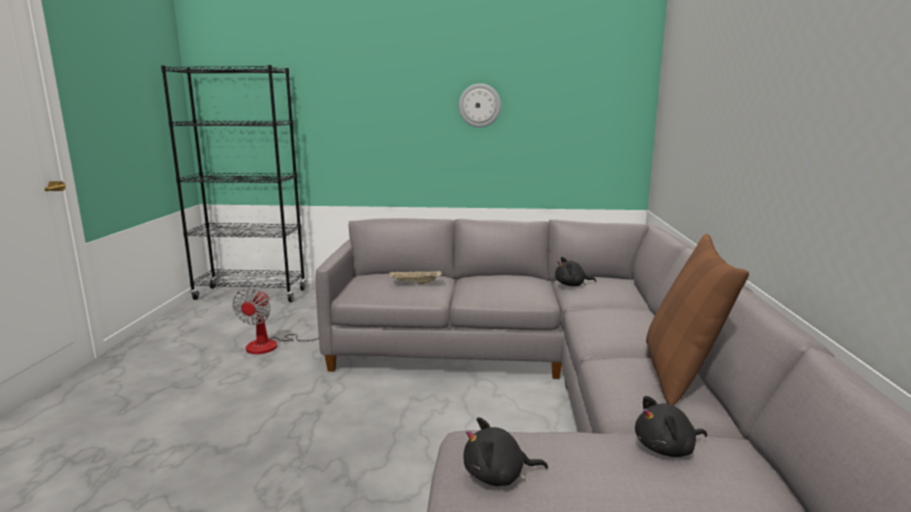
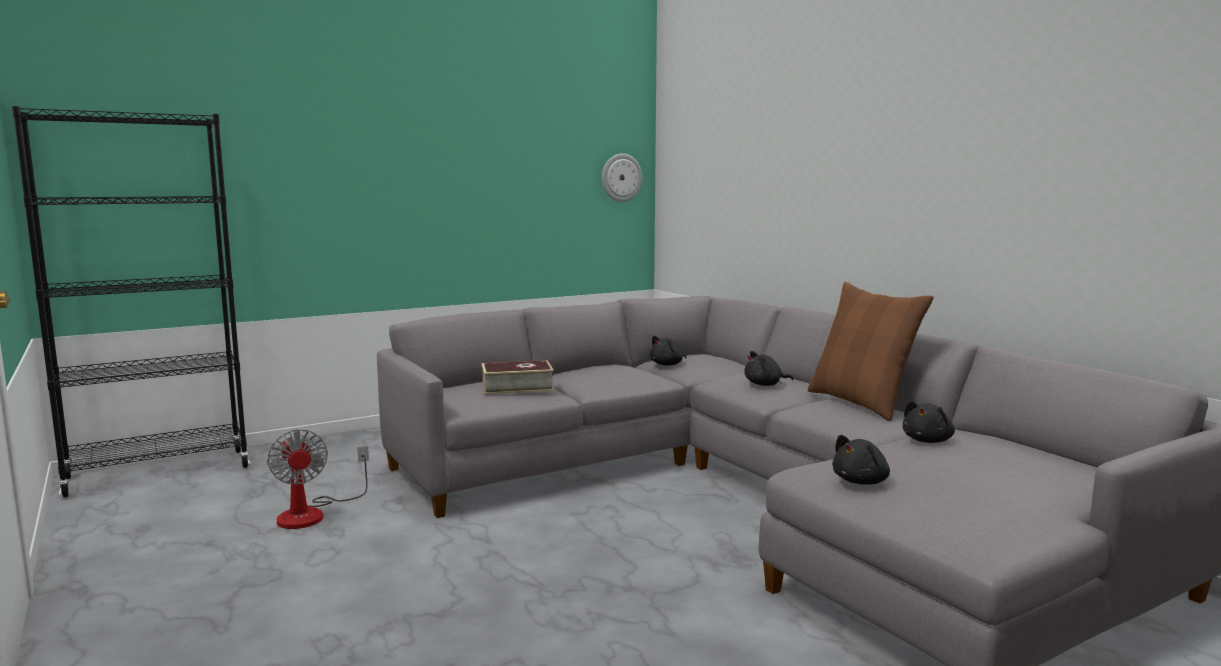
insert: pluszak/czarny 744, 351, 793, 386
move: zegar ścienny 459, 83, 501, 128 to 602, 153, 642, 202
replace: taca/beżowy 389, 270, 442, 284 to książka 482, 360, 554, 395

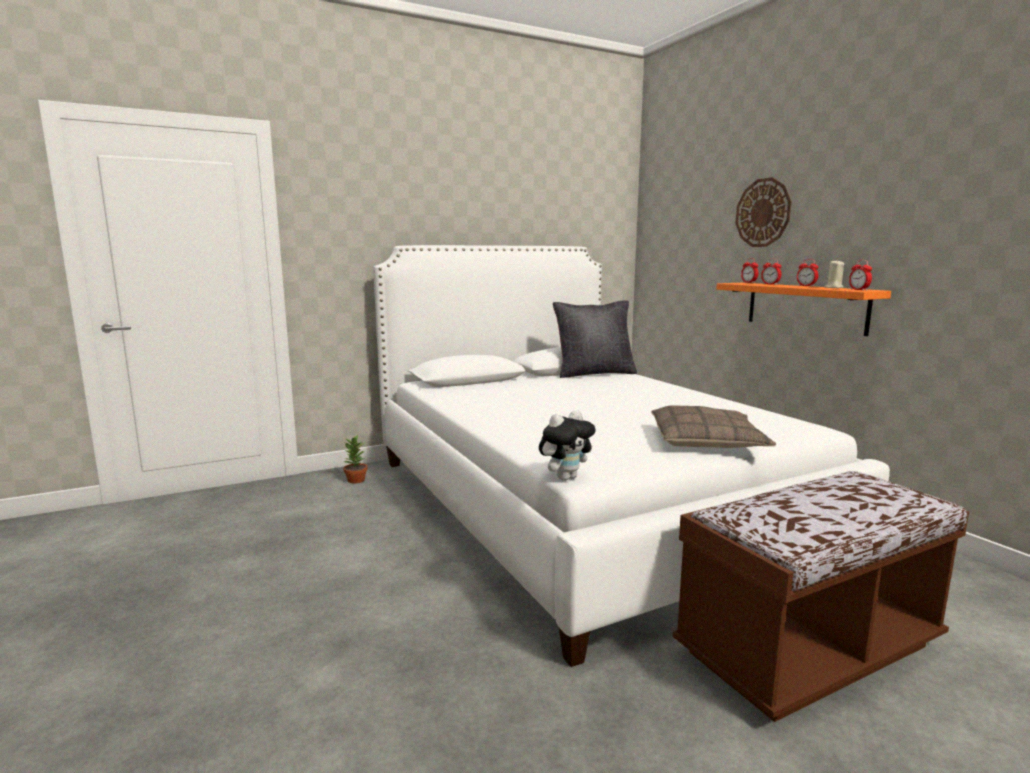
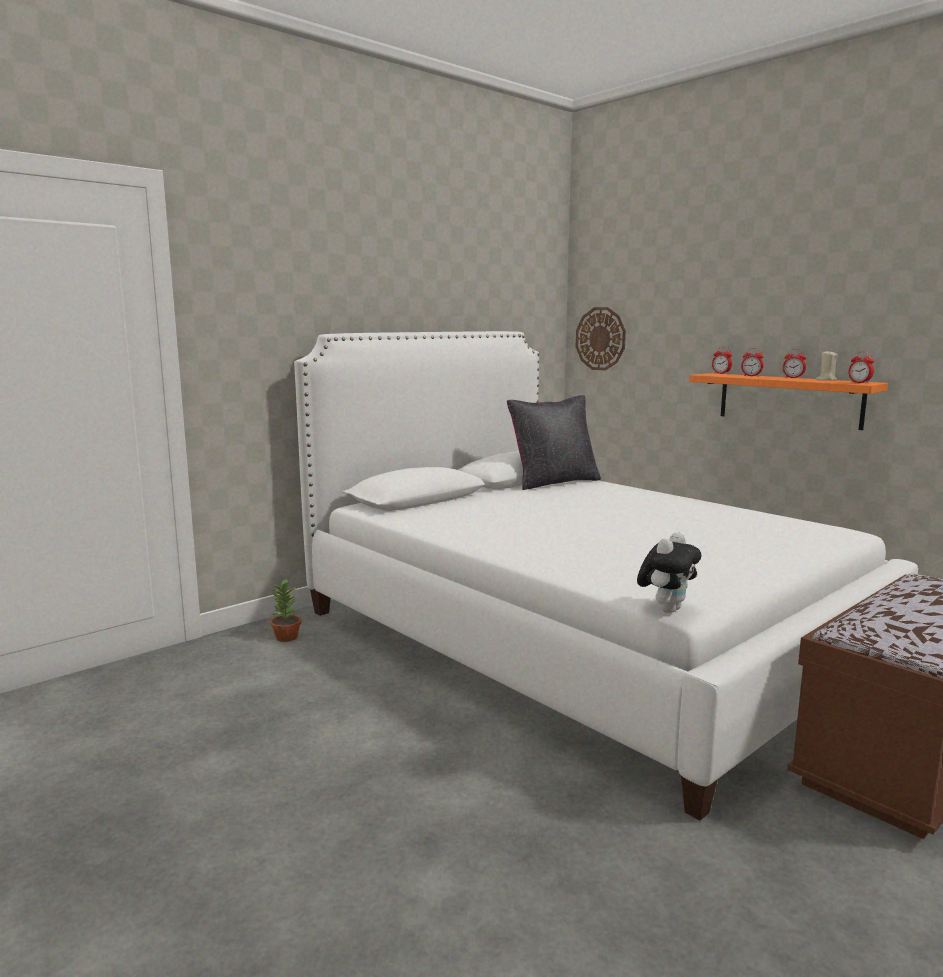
delete: poduszka 651, 405, 776, 448
move: zegar ścienny 735, 177, 792, 247 to 576, 307, 626, 371

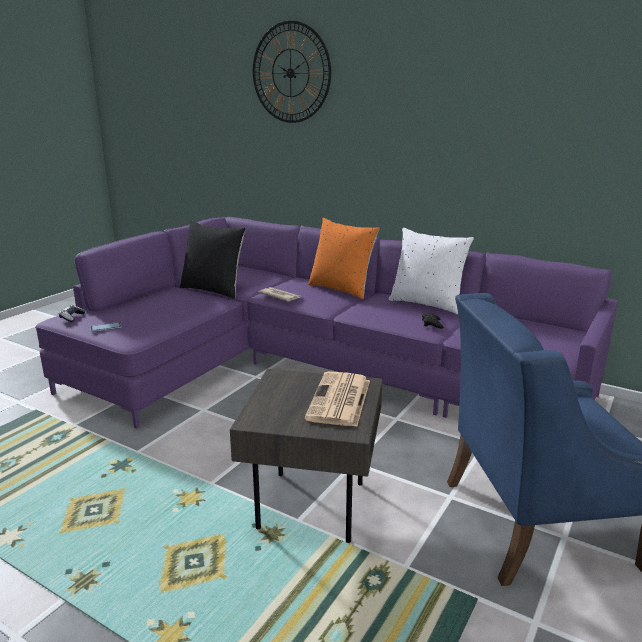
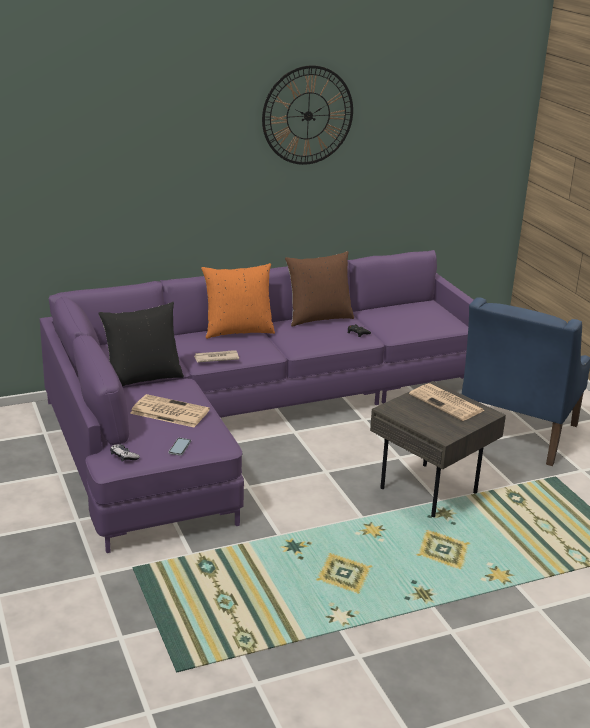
insert: gazeta 130, 394, 210, 427
move: zegar ścienny 253, 21, 331, 123 to 262, 65, 353, 165
recolor: poduszka/biały 388, 228, 474, 314 to poduszka/brązowy 285, 251, 354, 327

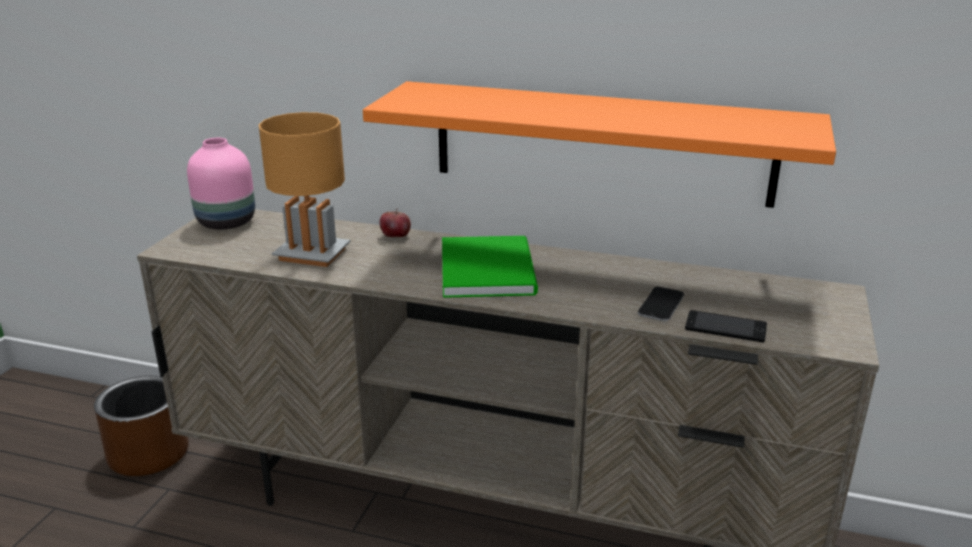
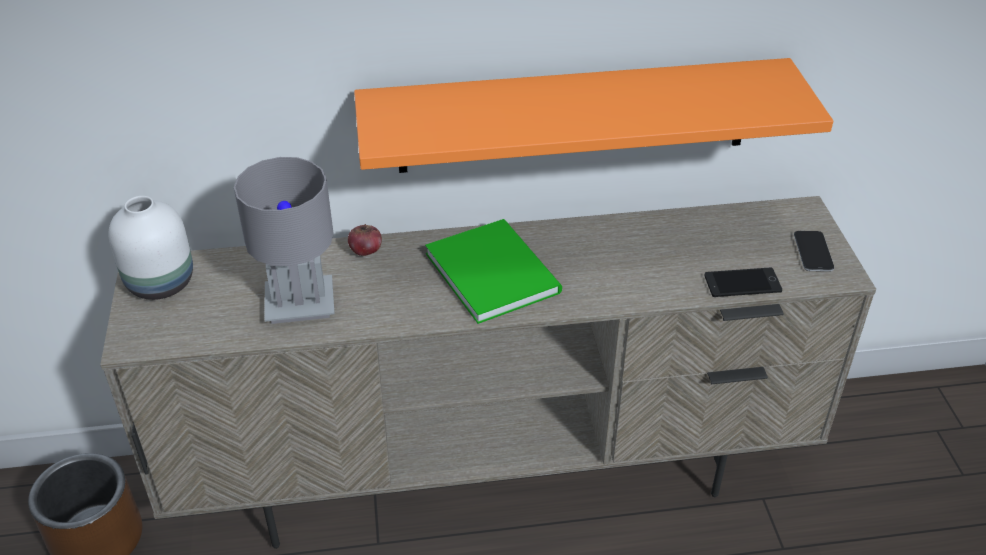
move: telefon 638, 287, 684, 321 to 794, 231, 834, 272
recolor: wazon/różowy 187, 138, 255, 229 to wazon/biały 108, 196, 193, 300; lampa stołowa/brązowy 259, 112, 351, 267 to lampa stołowa/szary 234, 157, 335, 324

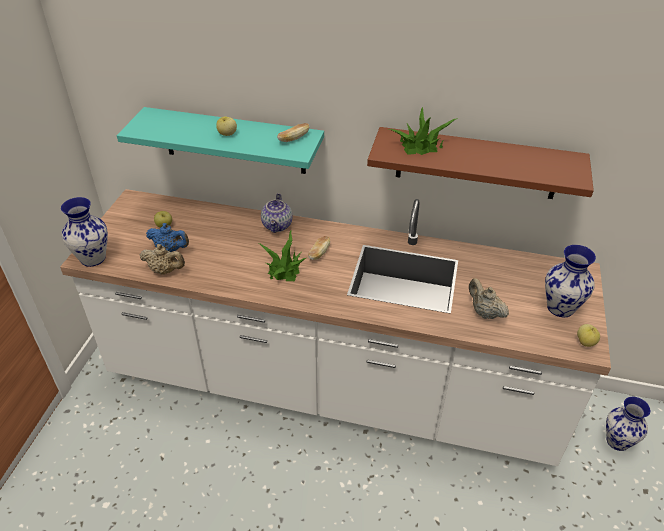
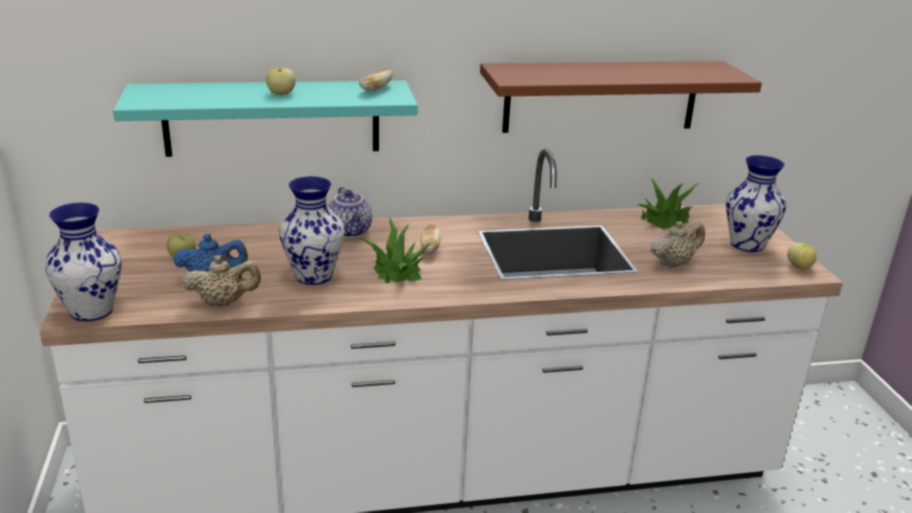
move: wazon 606, 397, 650, 451 to 279, 176, 345, 285; roślina doniczkowa 389, 107, 458, 155 to 638, 178, 698, 229
rotate: imbryk/beżowy 469, 278, 509, 319 = 651, 221, 705, 268 120 degrees clockwise

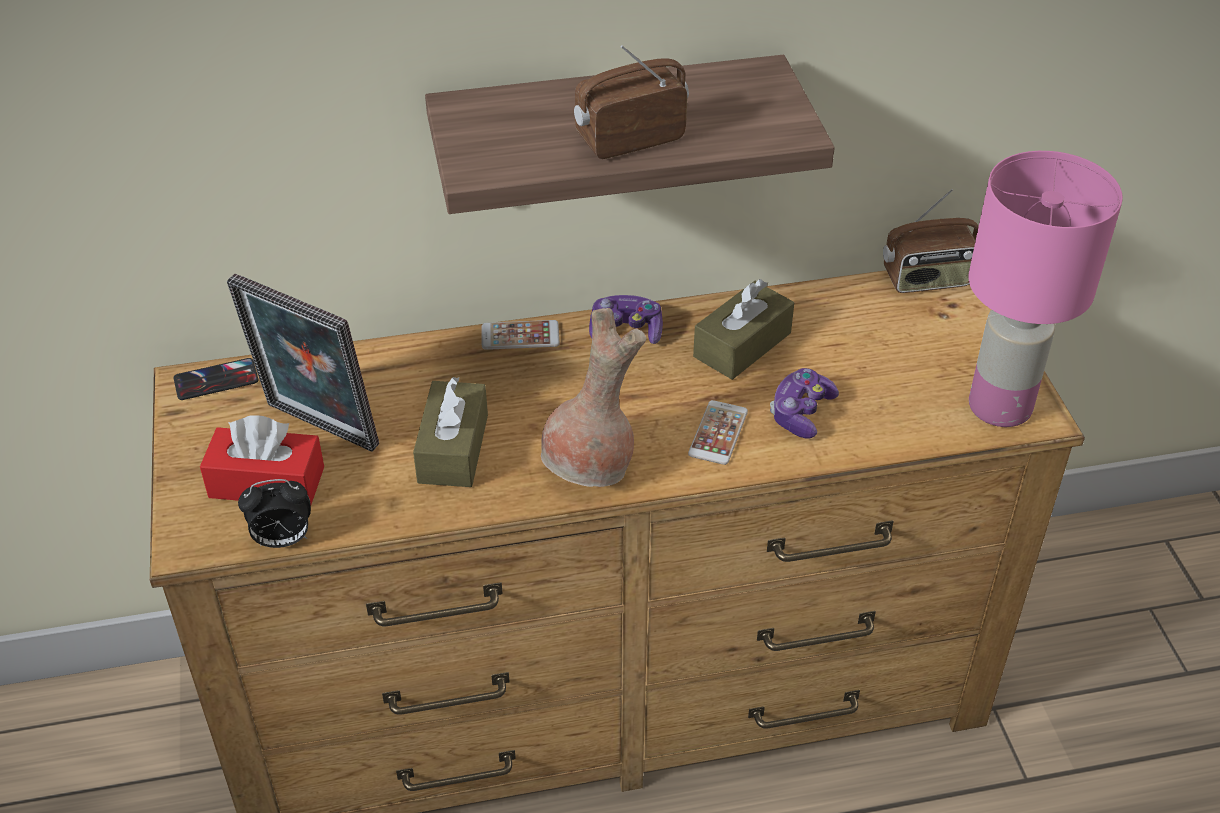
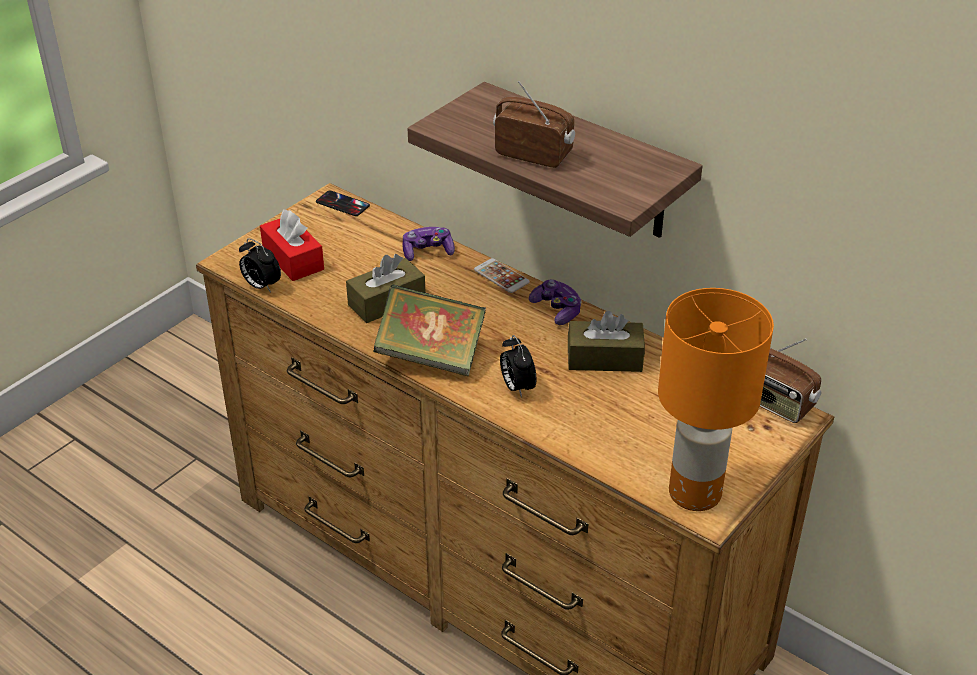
delete: ramka na zdjęcie 227, 273, 379, 452
move: pad do gier 770, 368, 839, 439 to 403, 227, 455, 261
replace: wazon/brązowy 541, 308, 646, 487 to książka 373, 285, 486, 376; telefon 688, 400, 748, 465 to budzik 500, 335, 536, 398
recolor: lampa stołowa/różowy 969, 151, 1123, 427 to lampa stołowa/pomarańczowy 658, 288, 774, 511

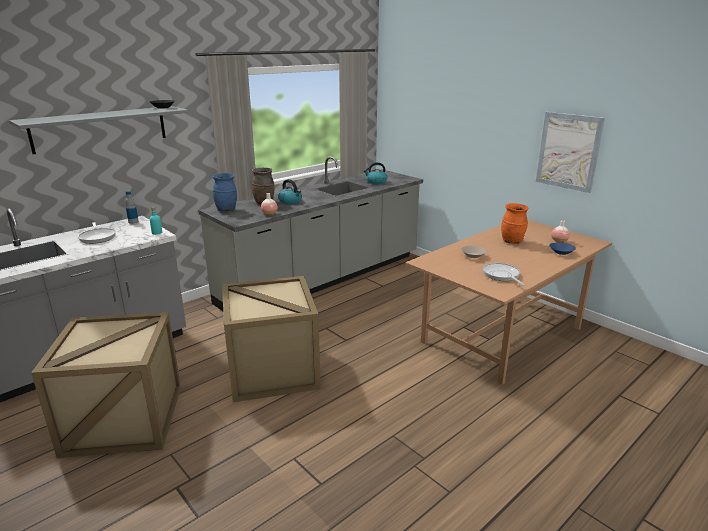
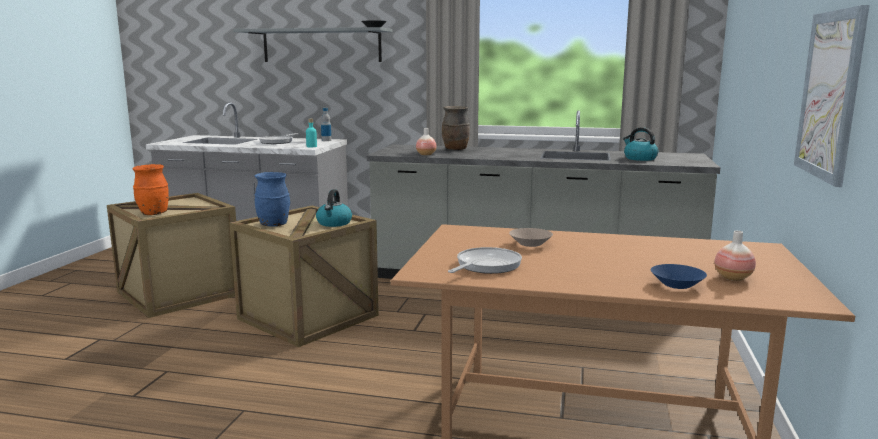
move: wazon/pomarańczowy 501, 203, 529, 244 to 133, 164, 169, 215; wazon/niebieski 212, 173, 237, 211 to 255, 172, 290, 227; czajnik 278, 179, 302, 204 to 316, 190, 352, 227

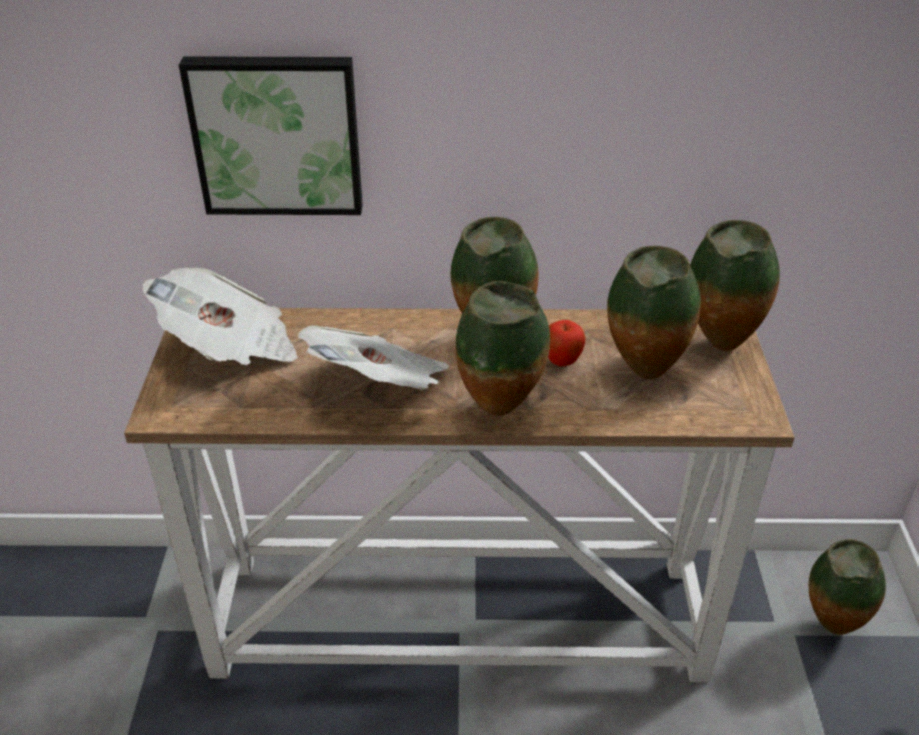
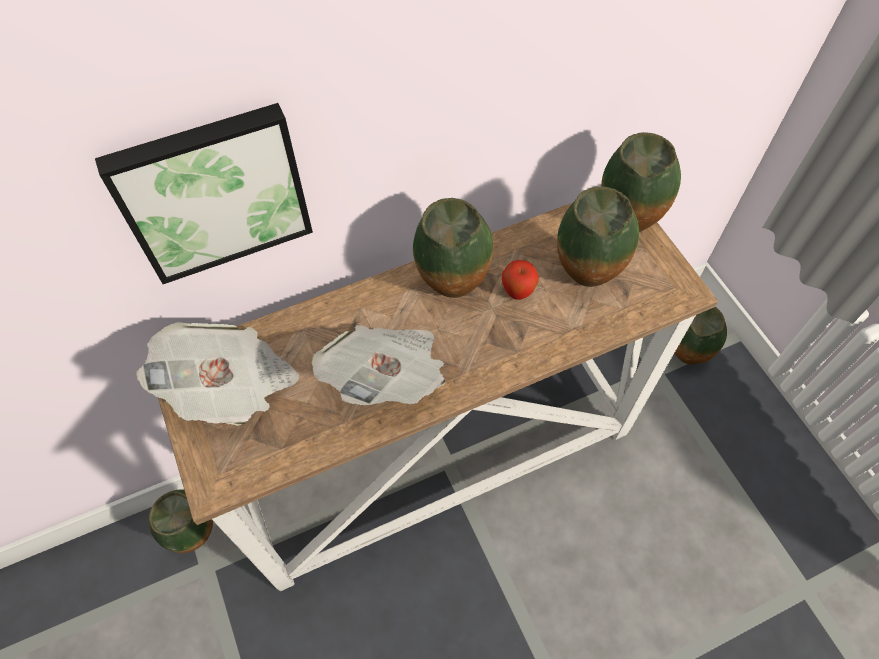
move: wazon 455, 281, 550, 416 to 149, 489, 213, 553

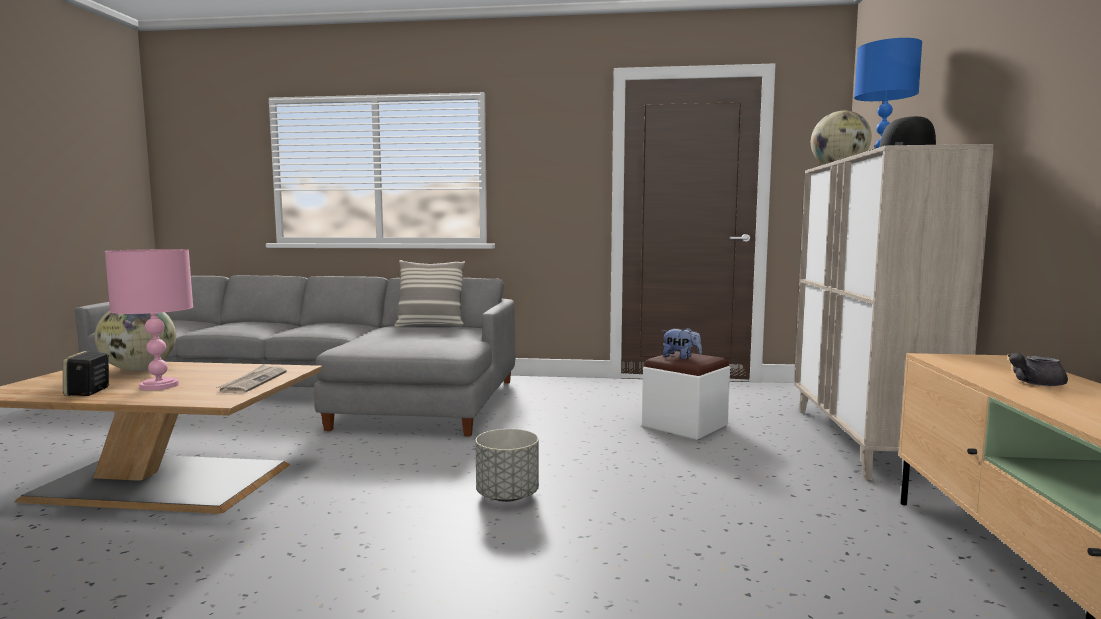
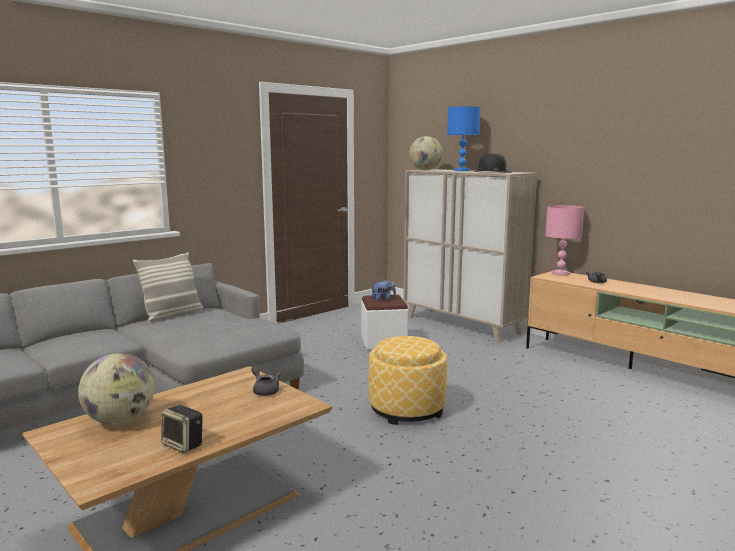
move: lampa stołowa/różowy 105, 249, 193, 390 to 545, 205, 584, 276
replace: gazeta 216, 364, 287, 393 to imbryk/szary 252, 366, 281, 396; donica/szary 475, 429, 539, 502 to pufa 369, 336, 447, 425

